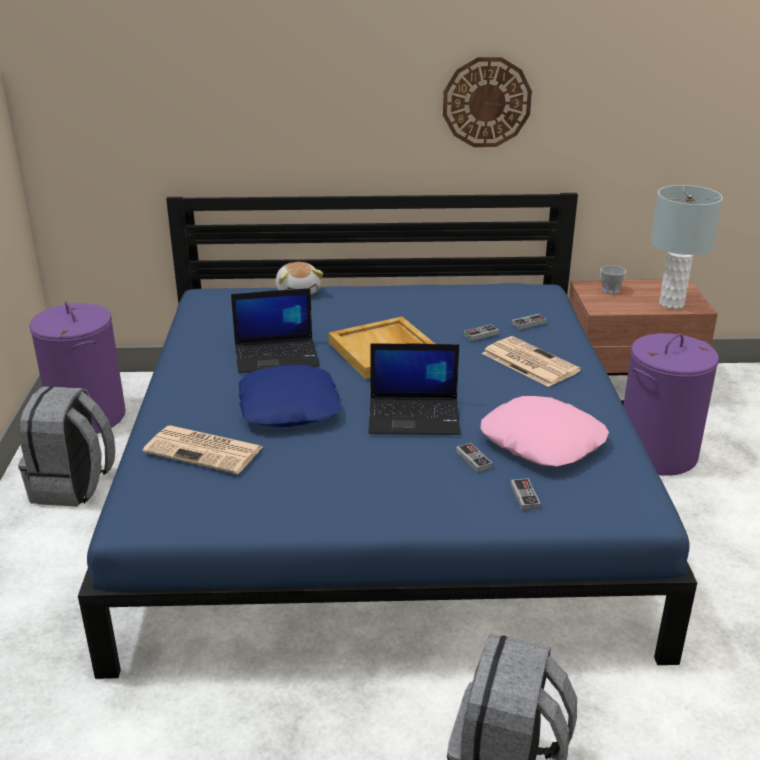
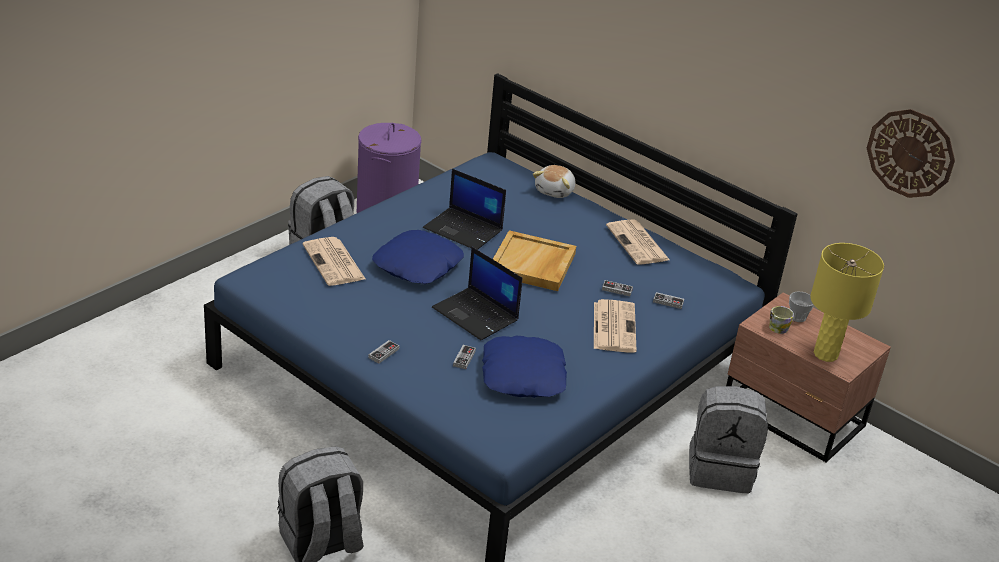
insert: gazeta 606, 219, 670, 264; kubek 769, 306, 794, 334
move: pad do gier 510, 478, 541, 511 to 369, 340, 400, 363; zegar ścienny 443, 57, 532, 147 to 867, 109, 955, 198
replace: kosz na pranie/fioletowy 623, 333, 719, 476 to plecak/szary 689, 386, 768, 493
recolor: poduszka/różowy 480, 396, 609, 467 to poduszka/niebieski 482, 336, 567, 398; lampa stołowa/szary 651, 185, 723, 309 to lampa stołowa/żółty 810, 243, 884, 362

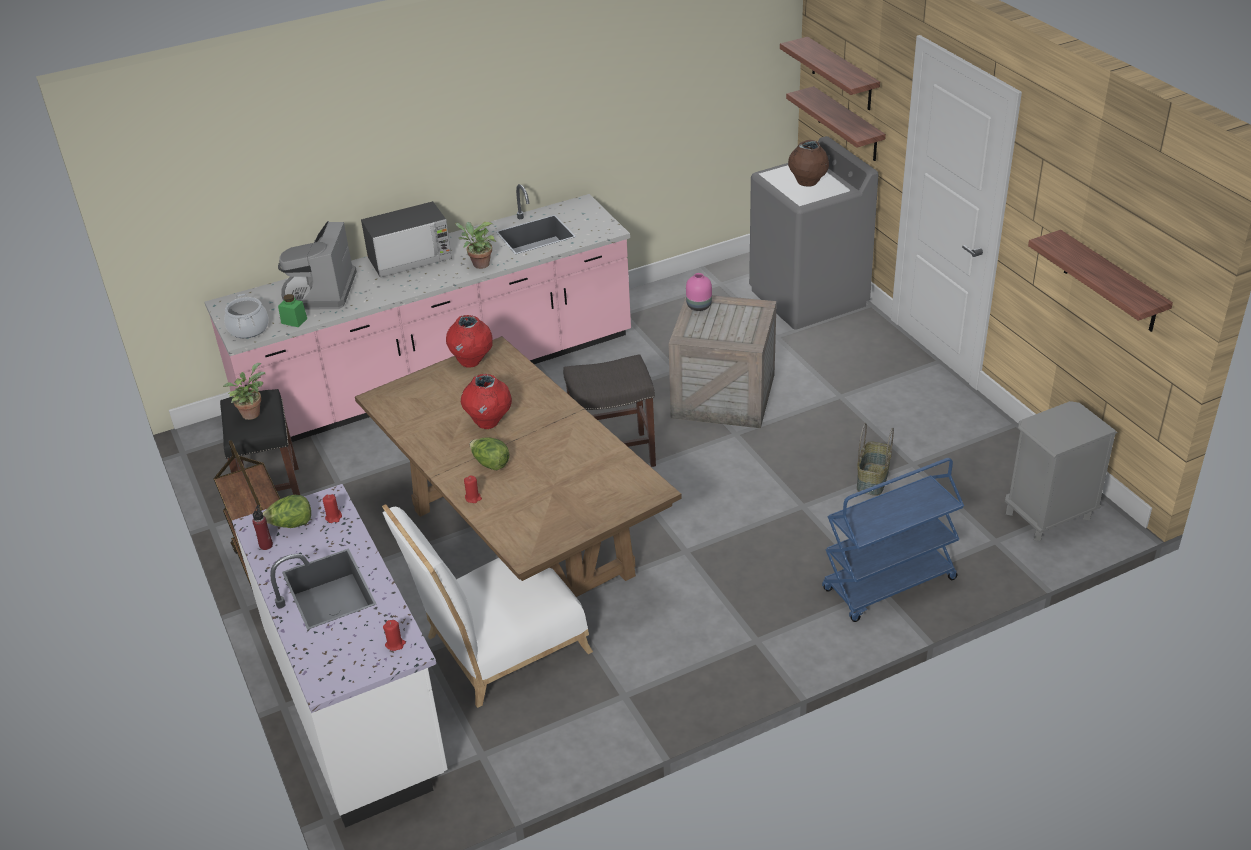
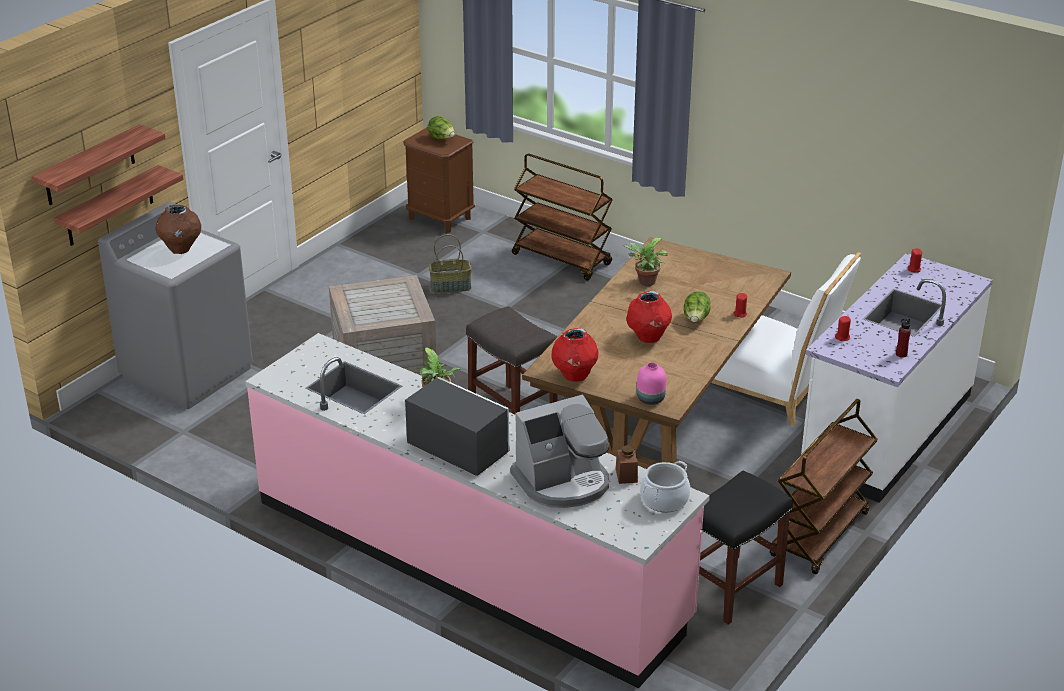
delete: półka 1028, 230, 1173, 332
move: sałata 263, 495, 311, 528 to 428, 116, 455, 139; roślina doniczkowa 223, 363, 265, 420 to 623, 238, 668, 286; wazon/różowy 686, 273, 712, 311 to 637, 362, 666, 405
recolor: szafka nocna/szary 1005, 401, 1117, 541 to szafka nocna/brązowy 403, 127, 475, 233; wózek/niebieski 822, 458, 964, 622 to wózek/brązowy 512, 153, 613, 281; słoik/zielony 278, 294, 307, 327 to słoik/brązowy 616, 445, 638, 484

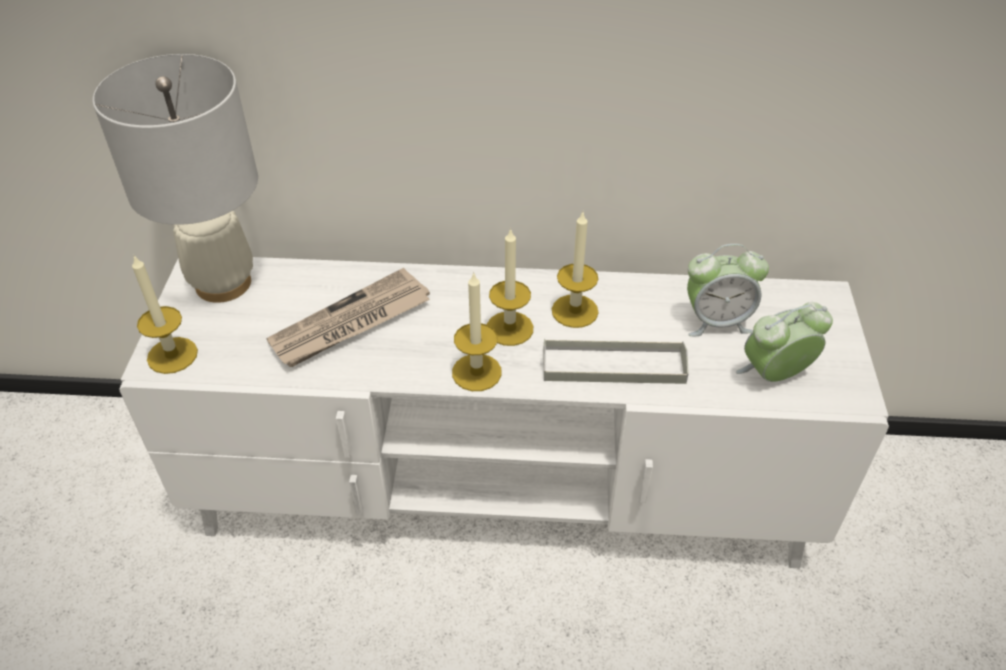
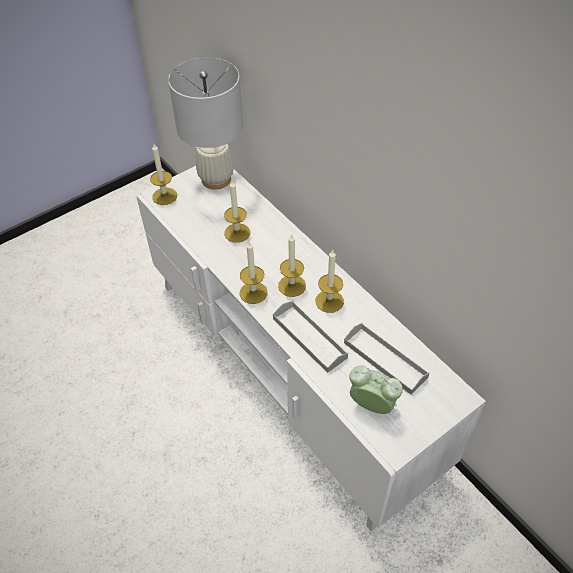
replace: gazeta 266, 268, 430, 367 to świeca 224, 181, 250, 243; budzik 687, 244, 769, 336 to taca/szary 344, 323, 429, 395

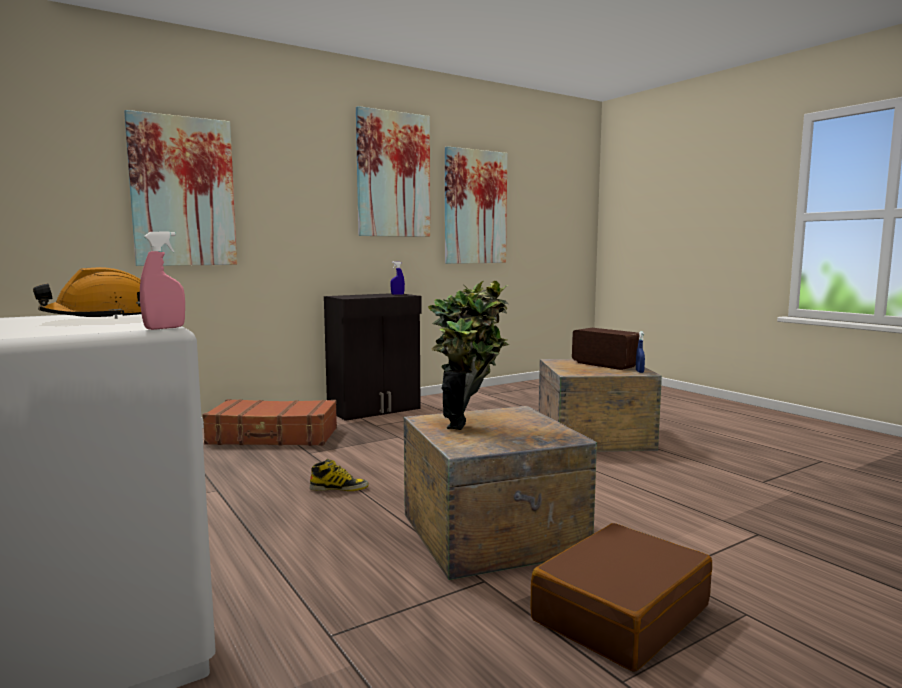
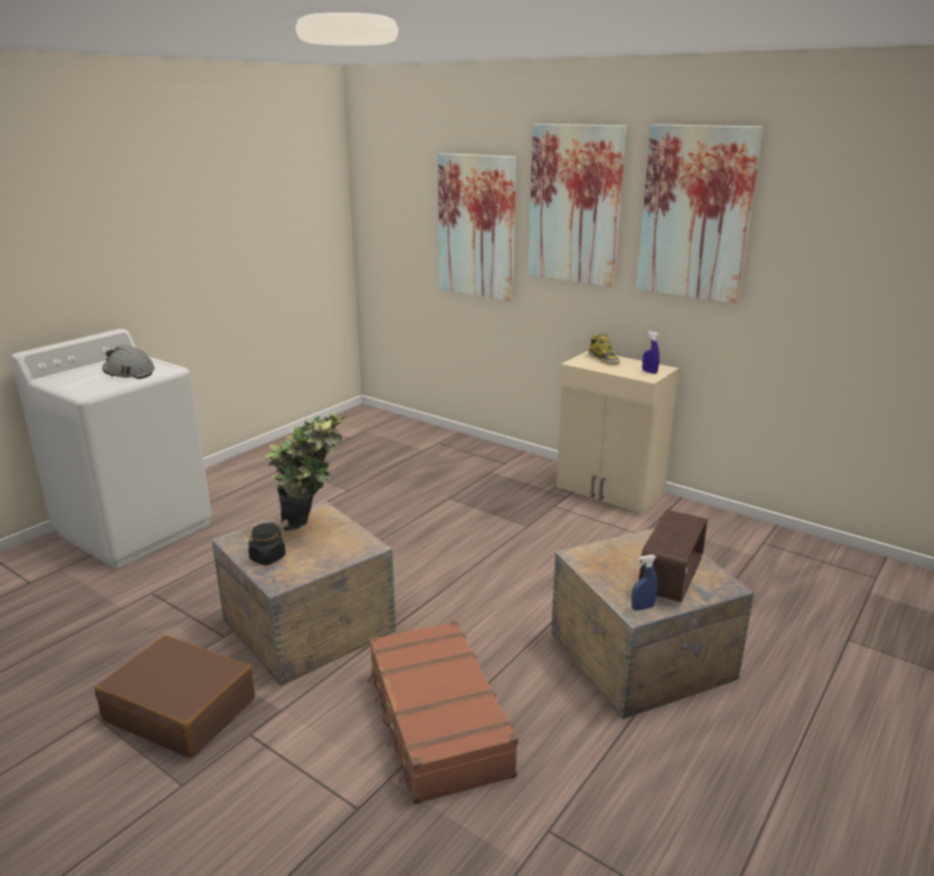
delete: spryskiwacz/różowy 140, 232, 185, 330
insert: słoik/czarny 248, 522, 286, 565
move: walizka/brązowy 202, 399, 337, 446 to 367, 621, 518, 804; obraz 445, 146, 507, 264 to 528, 124, 626, 287; but z cholewką 310, 459, 369, 491 to 589, 334, 620, 364
recolor: kask/pomarańczowy 33, 267, 142, 319 to kask/szary 103, 345, 155, 379; szafka/czarny 324, 293, 422, 421 to szafka/beżowy 556, 350, 679, 514

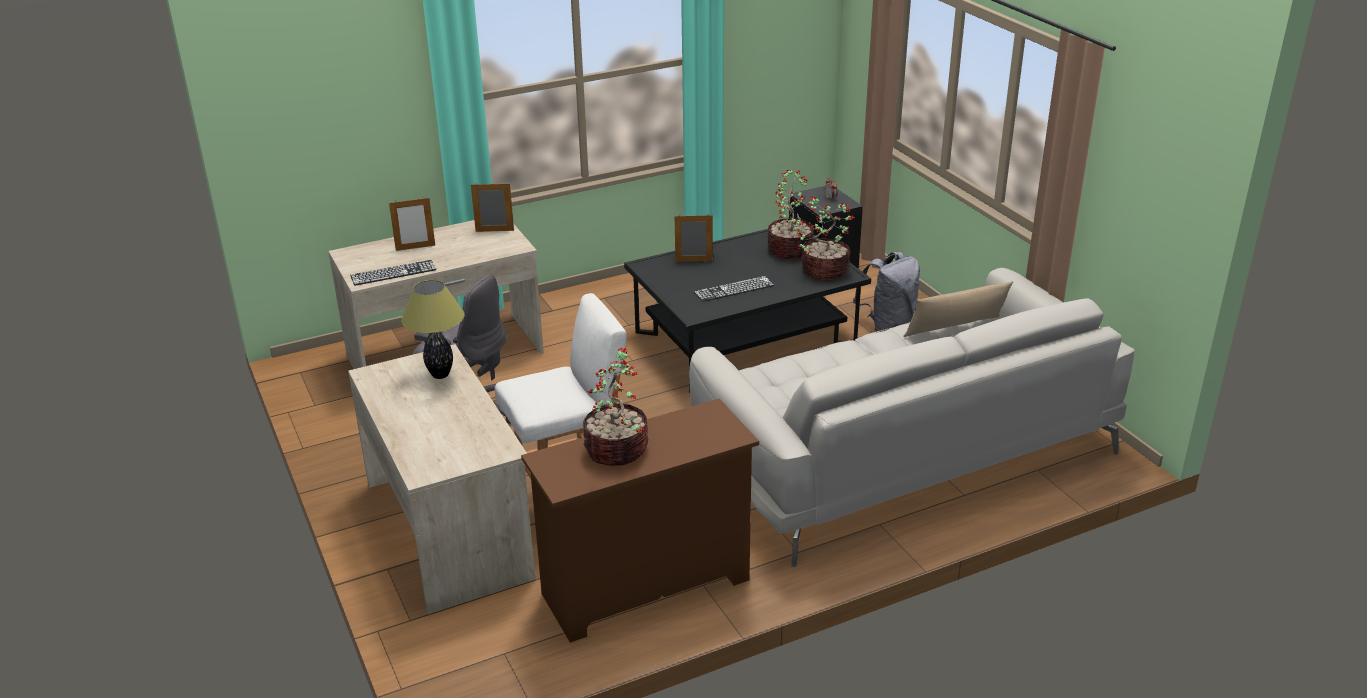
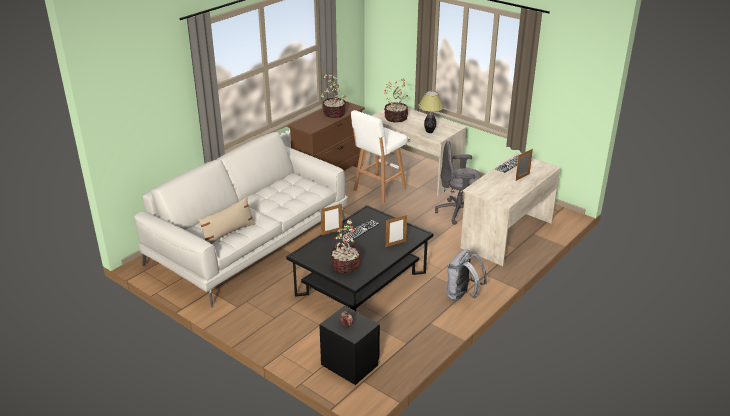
move: ramka na zdjęcie 471, 182, 514, 232 to 321, 204, 343, 235; roślina doniczkowa 798, 196, 855, 281 to 384, 78, 408, 123; plecak/szary 853, 252, 920, 332 to 446, 250, 487, 301

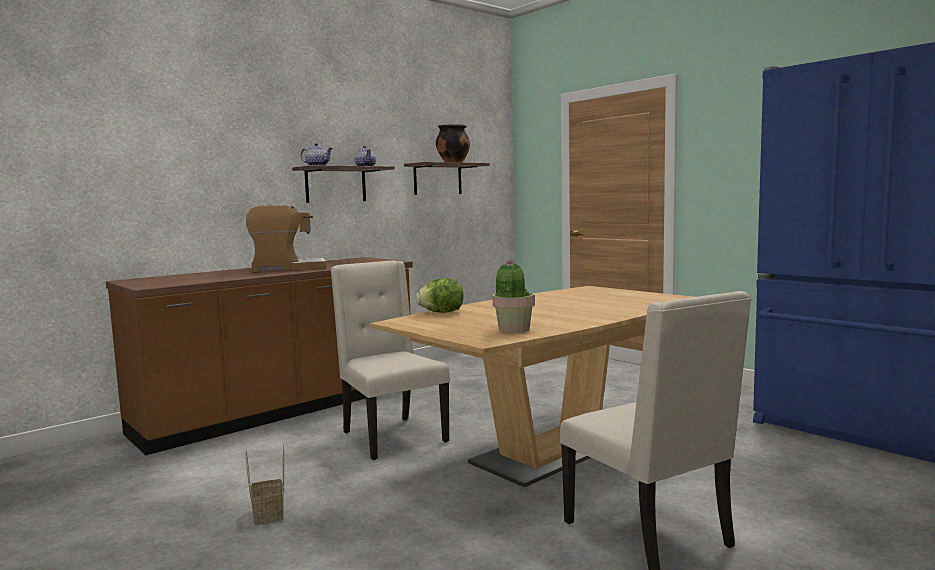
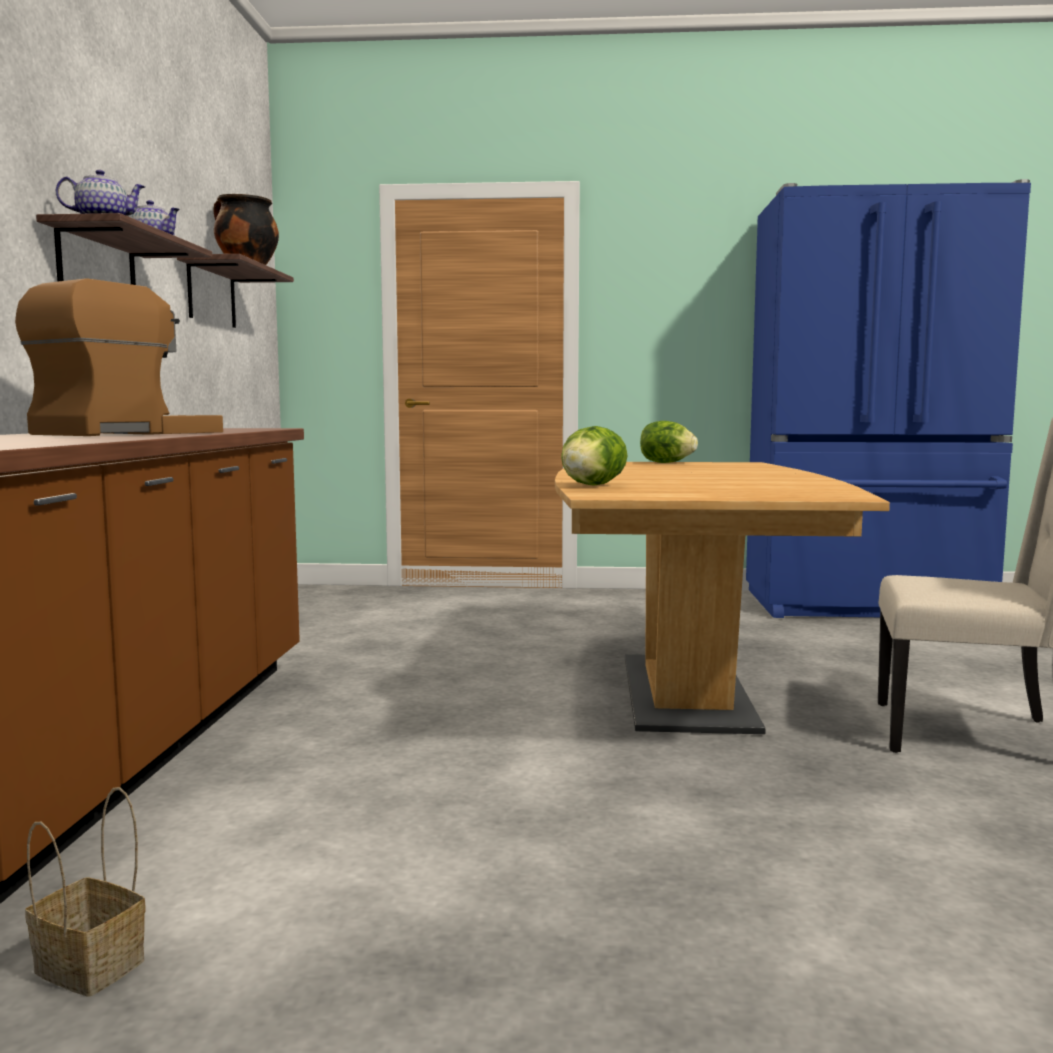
delete: krzesło/beżowy 330, 261, 450, 460; roślina doniczkowa 492, 260, 535, 333
insert: sałata 640, 421, 698, 463
move: koszyk 245, 444, 284, 525 to 25, 787, 146, 997

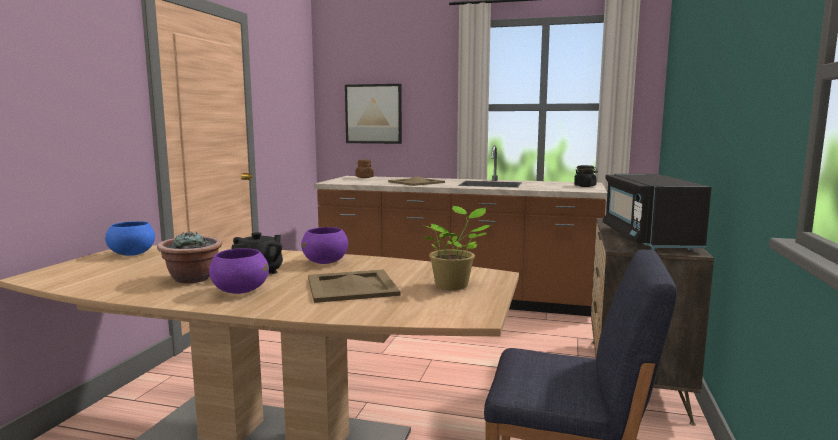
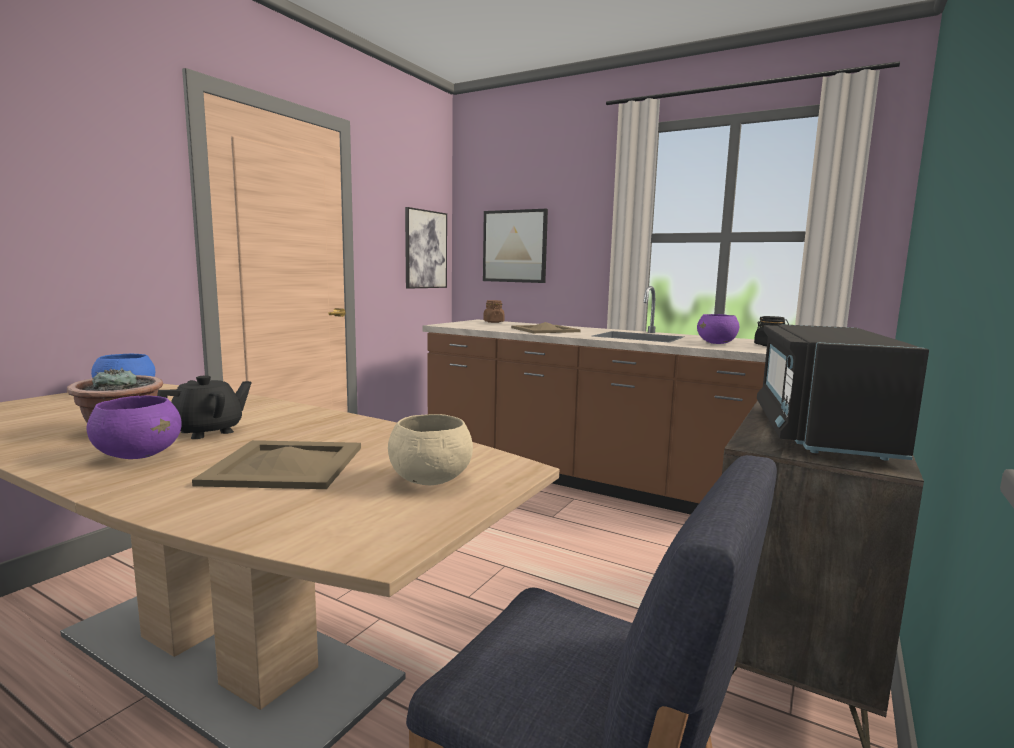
insert: obraz 405, 207, 447, 289
move: miska/fioletowy 301, 227, 348, 264 to 697, 314, 739, 344
replace: roślina doniczkowa 424, 206, 491, 290 to miska/beżowy 388, 414, 473, 485

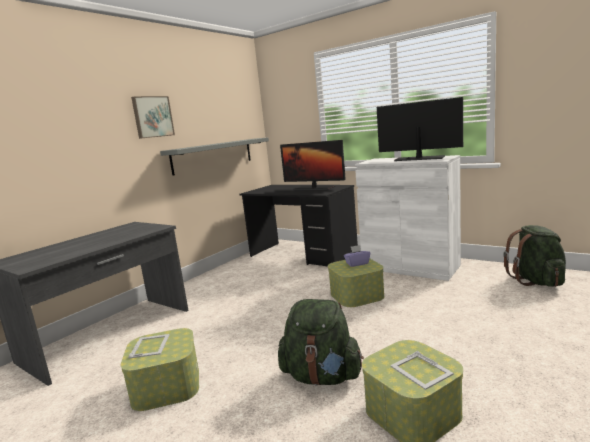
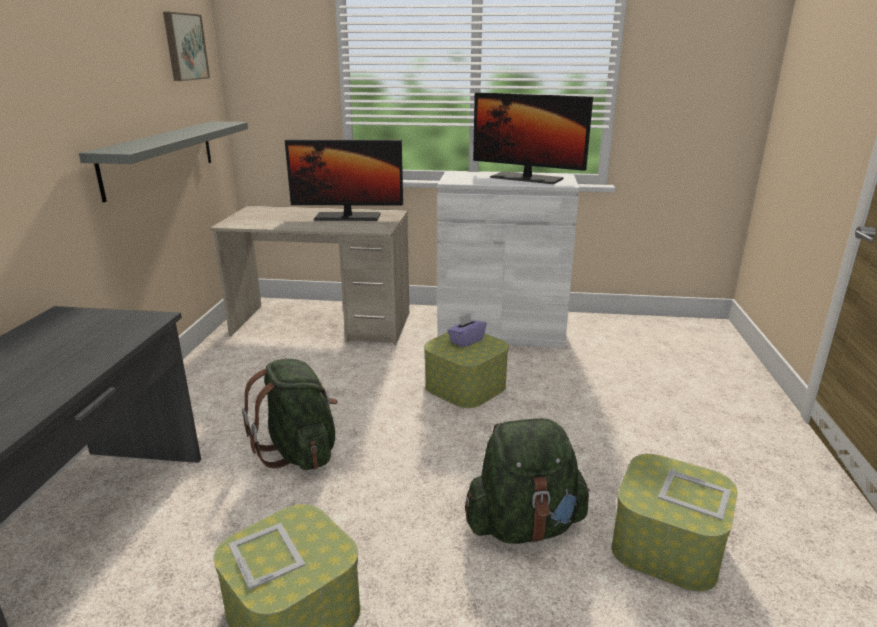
move: obraz 131, 96, 175, 139 to 163, 12, 210, 81; plecak/zielony 503, 225, 566, 287 to 242, 359, 337, 470
recolor: biurko/czarny 239, 185, 358, 267 to biurko/beżowy 210, 206, 409, 345
rotate: monitor 377, 97, 463, 161 = 473, 92, 593, 184 150 degrees counterclockwise

